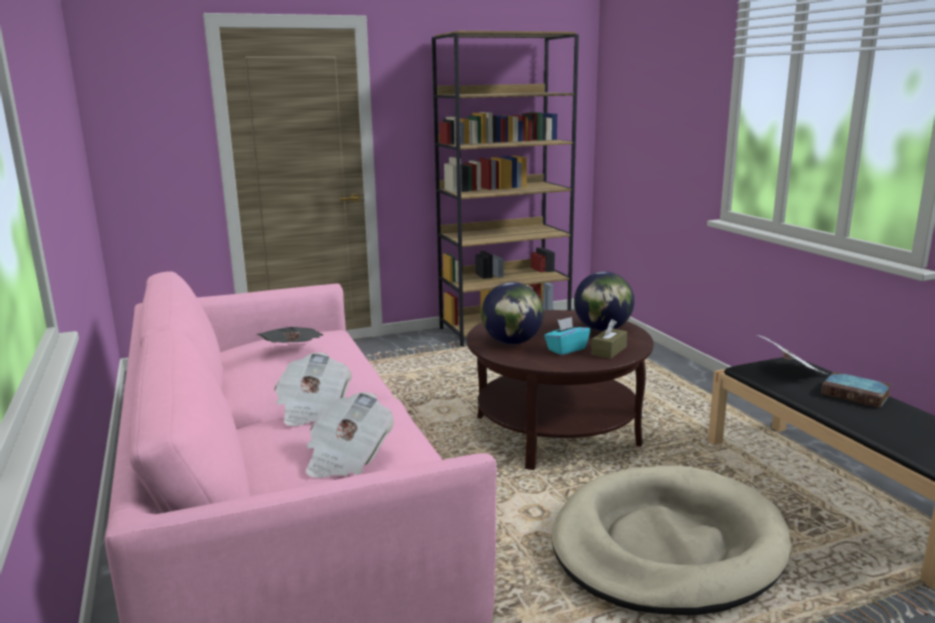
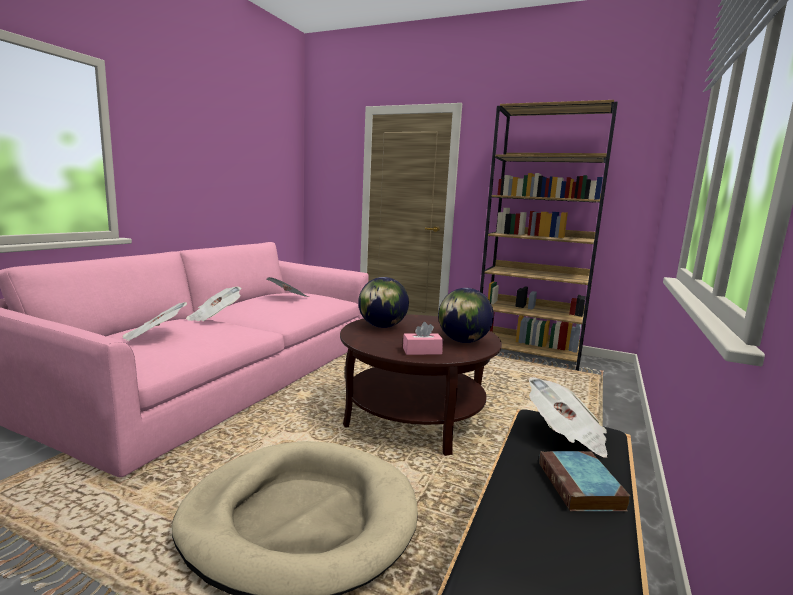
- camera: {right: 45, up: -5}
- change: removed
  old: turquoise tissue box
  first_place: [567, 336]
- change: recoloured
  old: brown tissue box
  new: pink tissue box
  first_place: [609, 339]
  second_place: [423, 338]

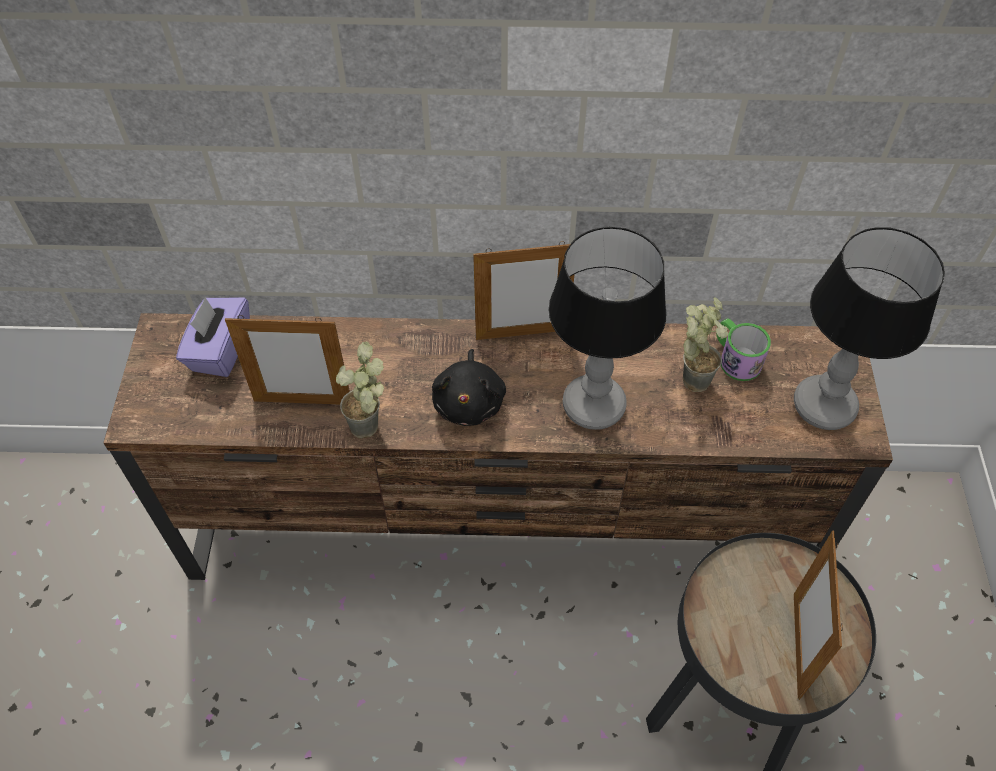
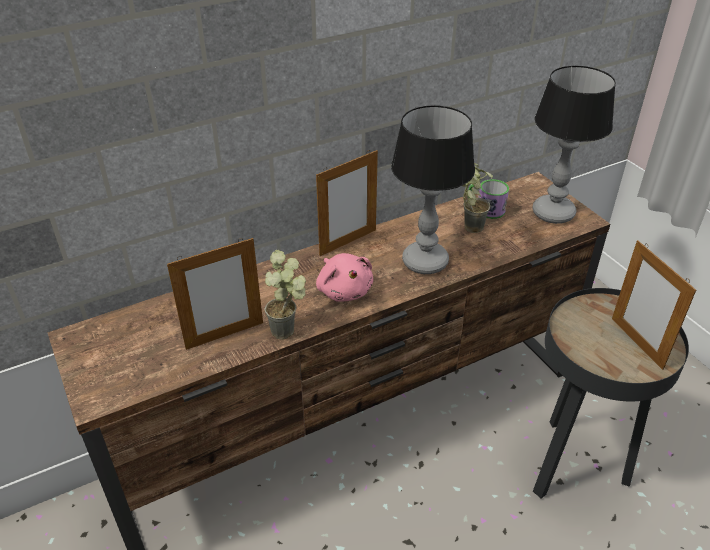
- camera: {right: -30, up: -15}
- change: removed
  old: purple tissue box
  first_place: [213, 337]
- change: recoloured
  old: black plush toy
  new: pink plush toy
  first_place: [469, 387]
  second_place: [344, 277]

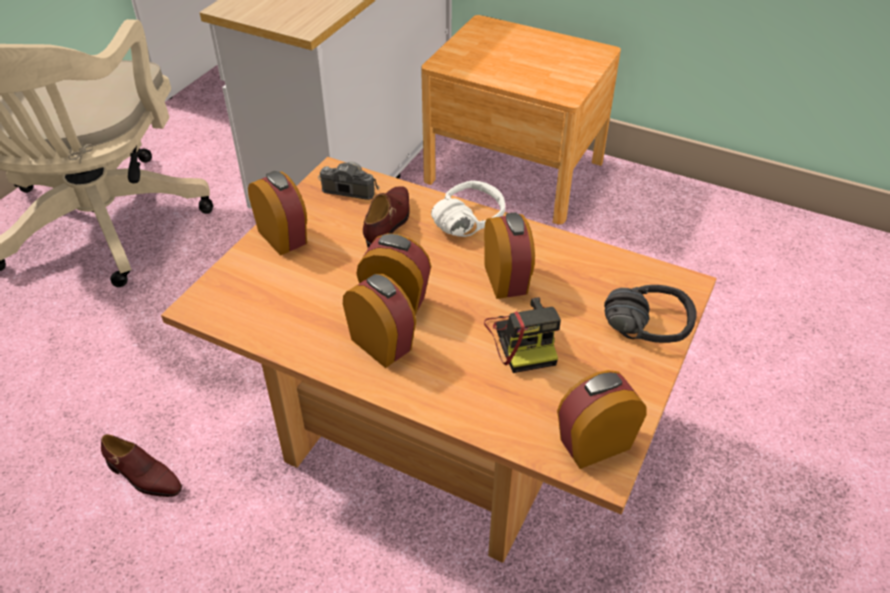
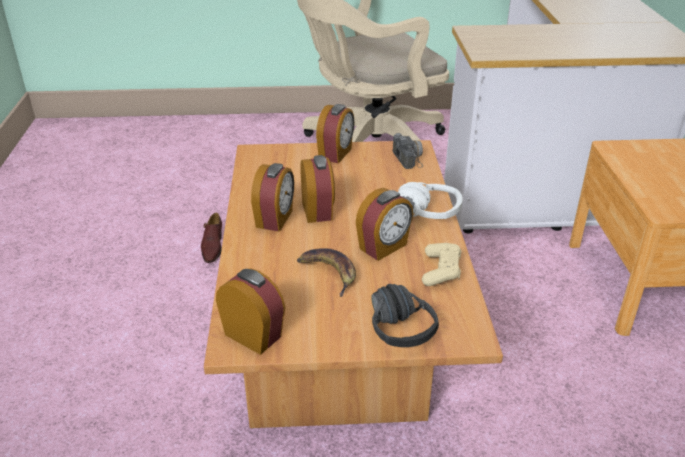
- camera: {right: 60, up: -10}
- change: removed
  old: brown shoe
  first_place: [386, 217]
- change: added
  new: beige game controller
  second_place: [442, 264]
- change: replaced
  old: photo camera
  new: banana
  first_place: [522, 335]
  second_place: [326, 272]

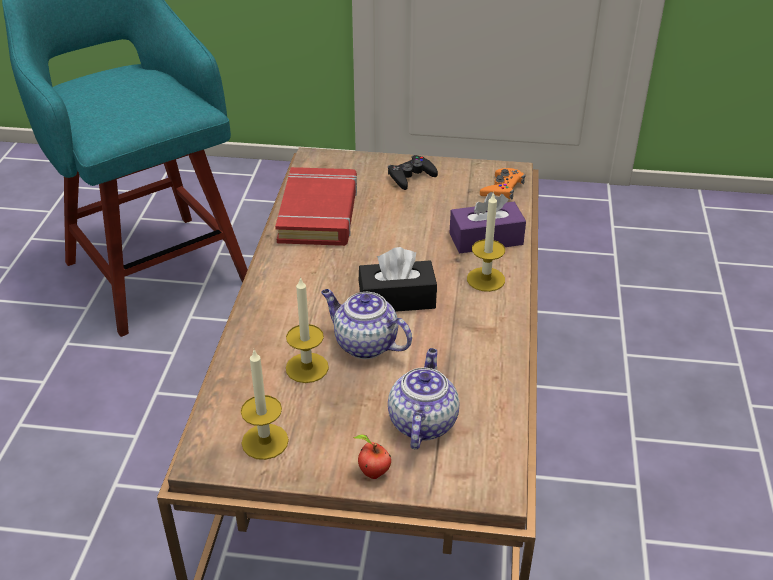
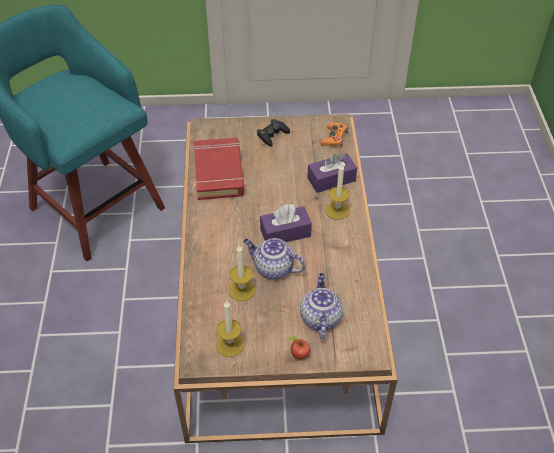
- camera: {right: -10, up: 10}
- change: recoloured
  old: black tissue box
  new: purple tissue box
  first_place: [398, 279]
  second_place: [286, 223]

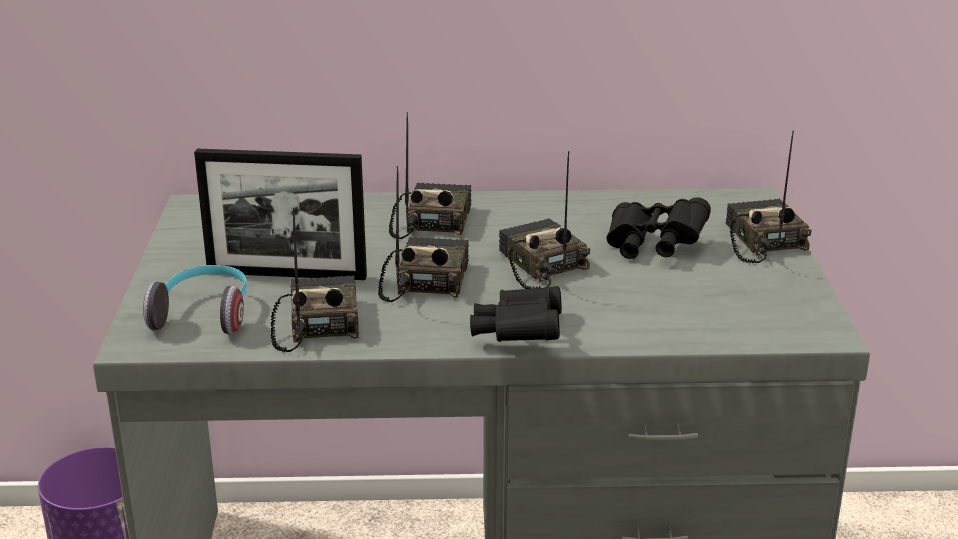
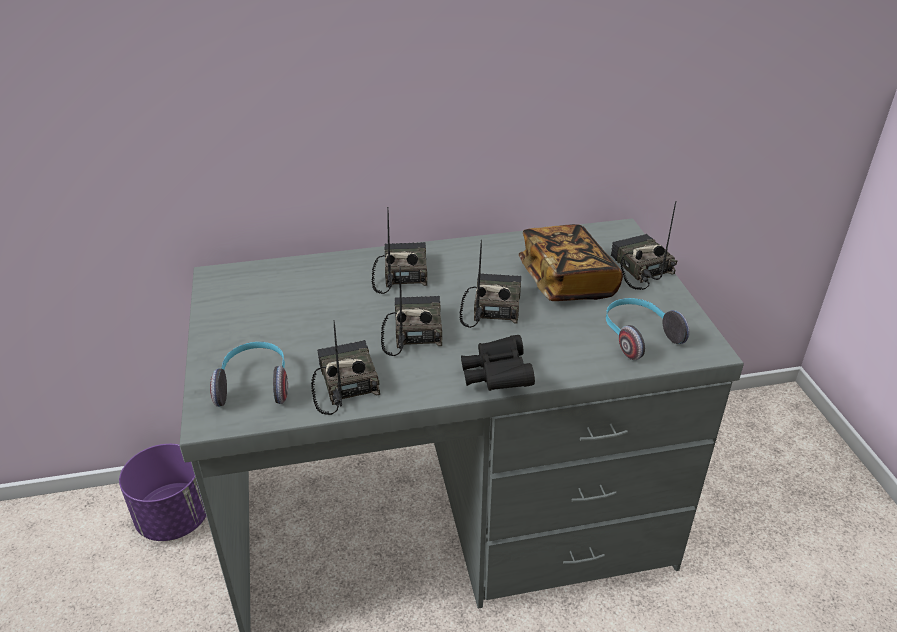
- camera: {right: -10, up: 10}
- change: removed
  old: picture frame
  first_place: [280, 214]
- change: added
  new: headphones
  second_place: [648, 329]
- change: replaced
  old: black binoculars
  new: book
  first_place: [659, 228]
  second_place: [571, 262]
- change: turned
  old: radio
  first_place: [544, 220]
  second_place: [490, 284]
  degrees: 45

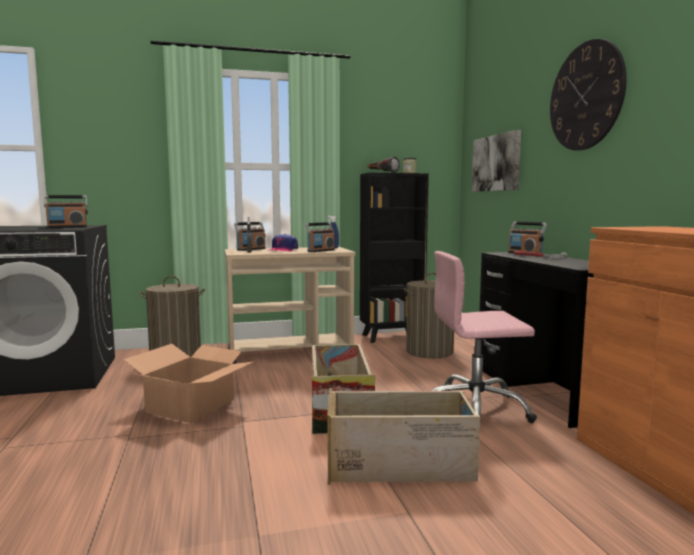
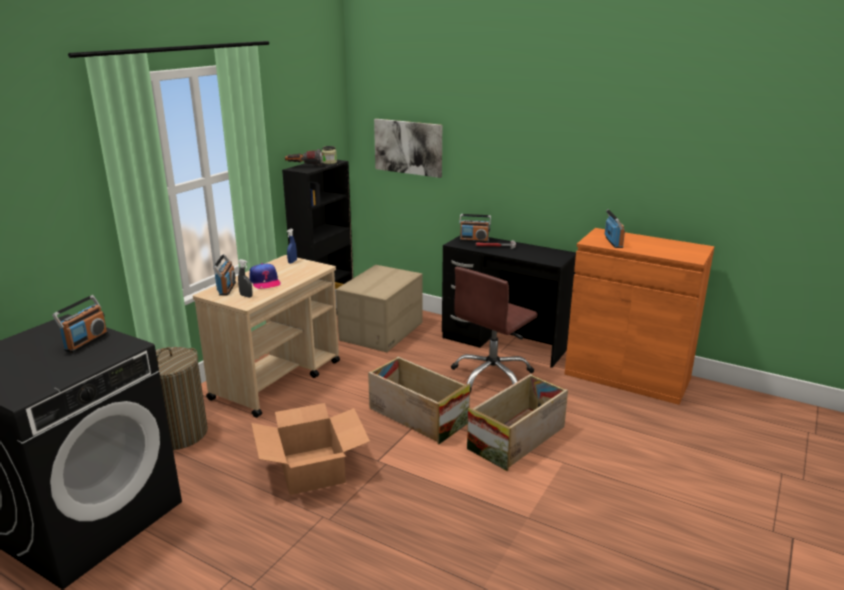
- camera: {right: -45, up: 15}
- change: removed
  old: wall clock
  first_place: [588, 94]
- change: moved
  old: radio
  first_place: [320, 237]
  second_place: [615, 228]
- change: replaced
  old: laundry basket
  new: cardboard box
  first_place: [428, 315]
  second_place: [379, 308]
- change: recoloured
  old: pink office chair
  new: brown office chair
  first_place: [484, 337]
  second_place: [494, 329]

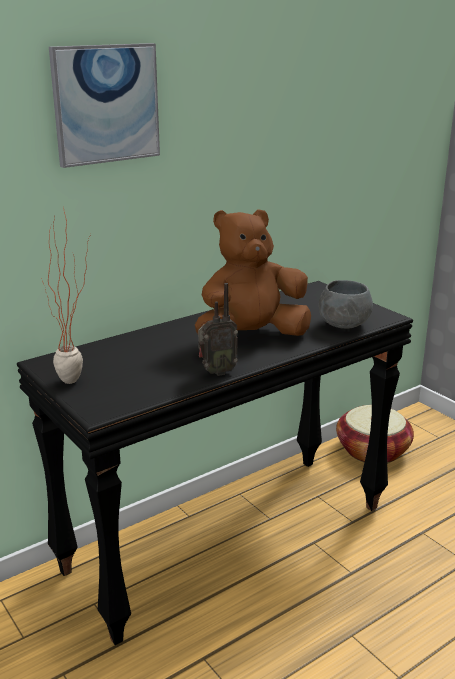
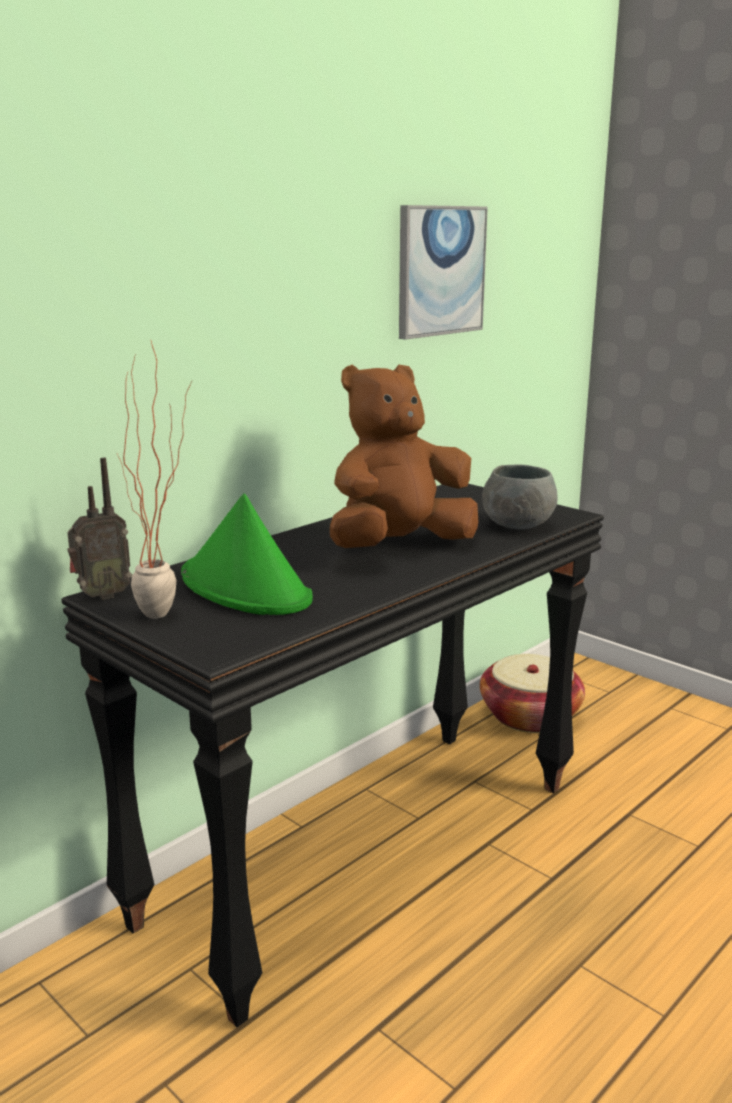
- camera: {right: -10, up: -5}
- change: added
  new: green hat
  second_place: [247, 554]
- change: moved
  old: picture
  first_place: [104, 105]
  second_place: [443, 272]
- change: moved
  old: radio
  first_place: [218, 329]
  second_place: [99, 529]

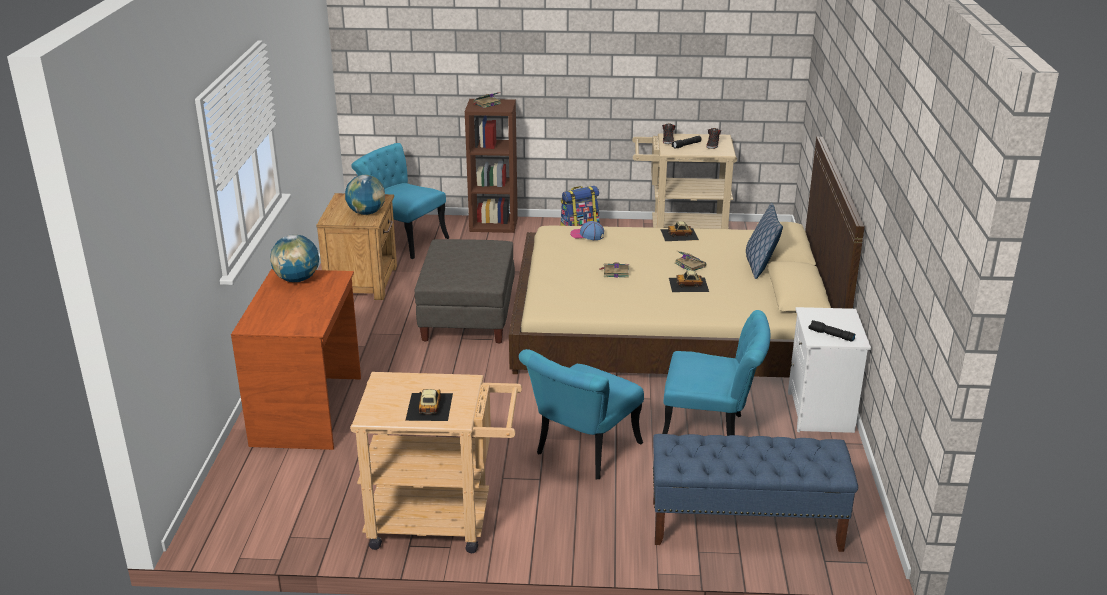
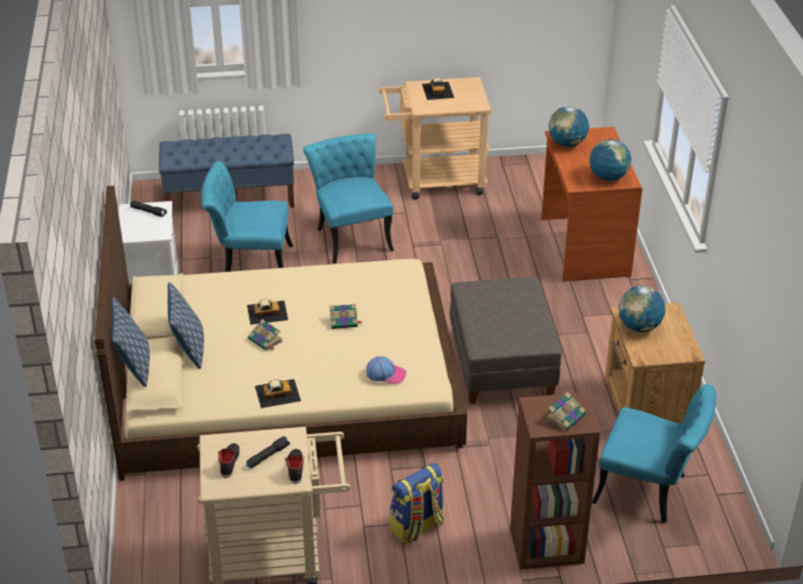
- camera: {right: 170, up: 10}
- change: added
  new: pillow
  second_place: [130, 342]
- change: added
  new: globe
  second_place: [569, 126]
- change: turned
  old: turquoise chair
  first_place: [581, 414]
  second_place: [348, 198]
  degrees: -45

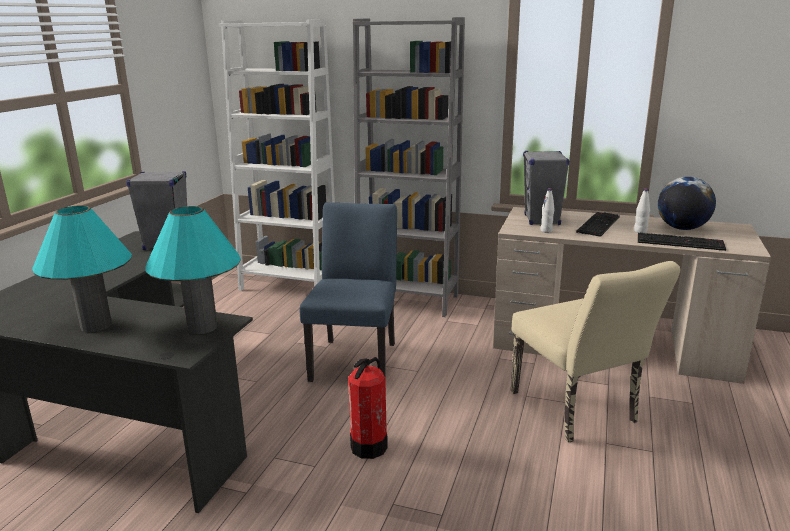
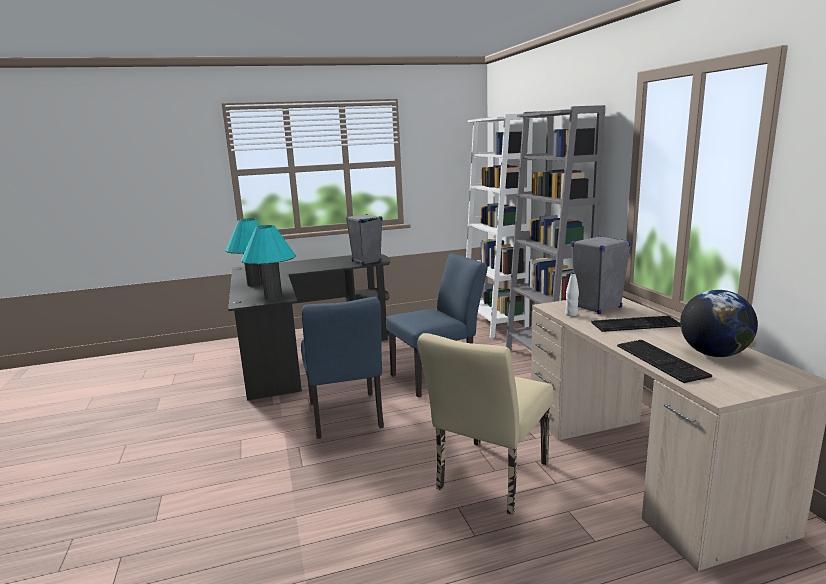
- camera: {right: 55, up: -5}
- change: removed
  old: white bottle
  first_place: [642, 210]
- change: replaced
  old: fire extinguisher
  new: blue chair
  first_place: [368, 408]
  second_place: [342, 368]

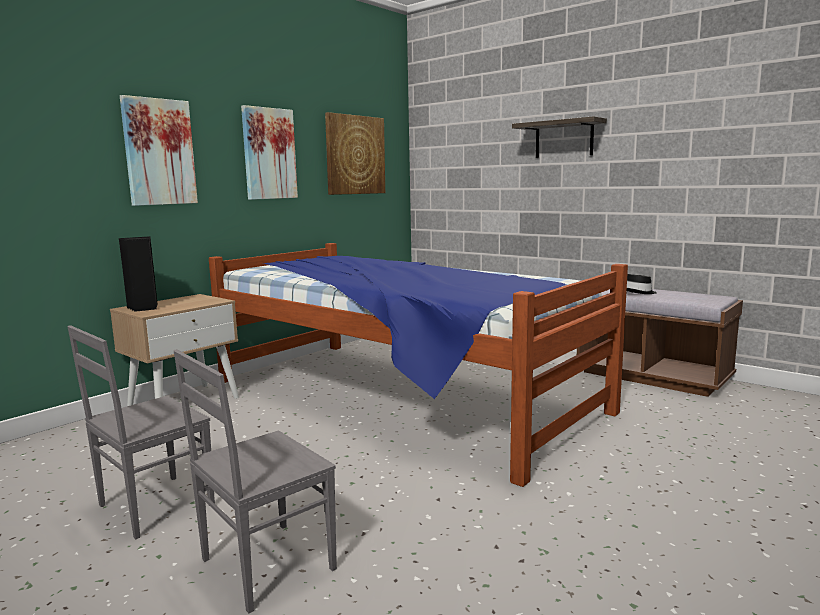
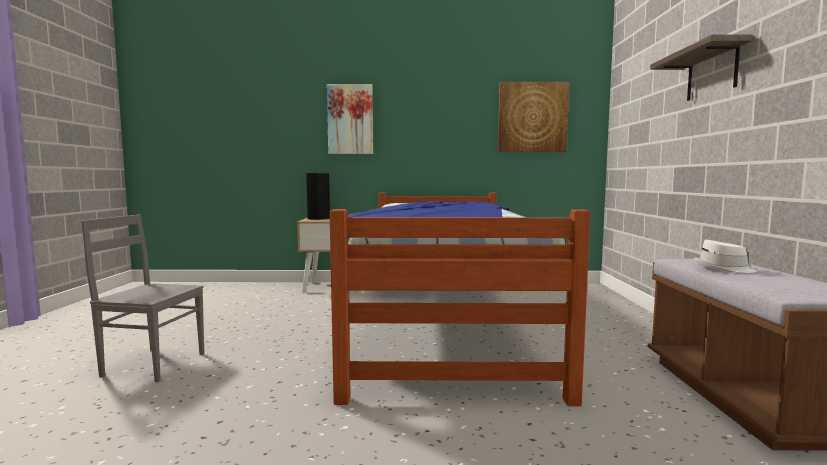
- camera: {right: 50, up: -5}
- change: removed
  old: grey chair
  first_place: [141, 432]
- change: removed
  old: picture
  first_place: [269, 152]
- change: recoloured
  old: black hat
  new: white hat
  first_place: [642, 284]
  second_place: [725, 256]

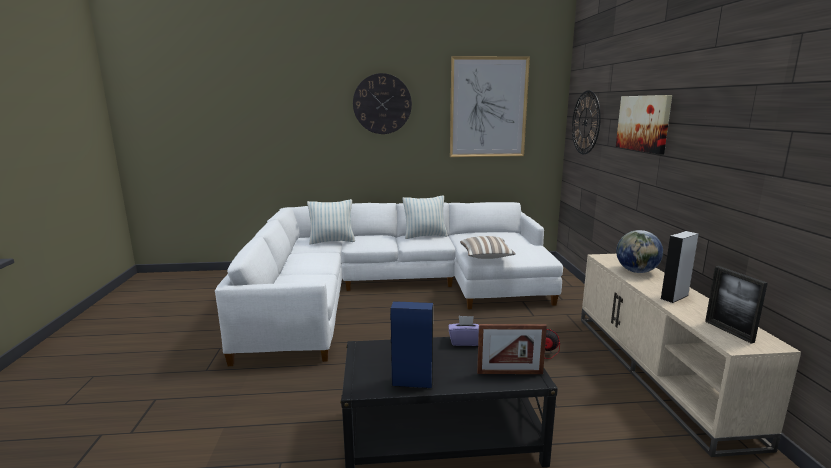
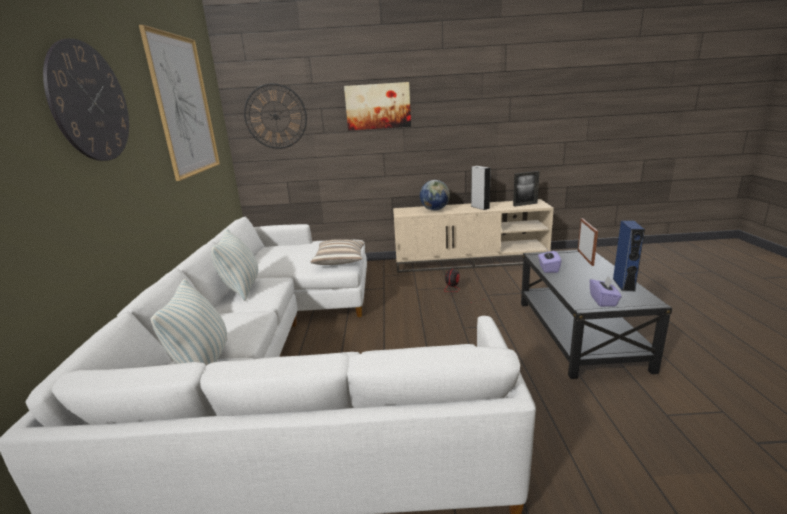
- camera: {right: -85, up: 5}
- change: added
  new: purple tissue box
  second_place: [606, 292]

